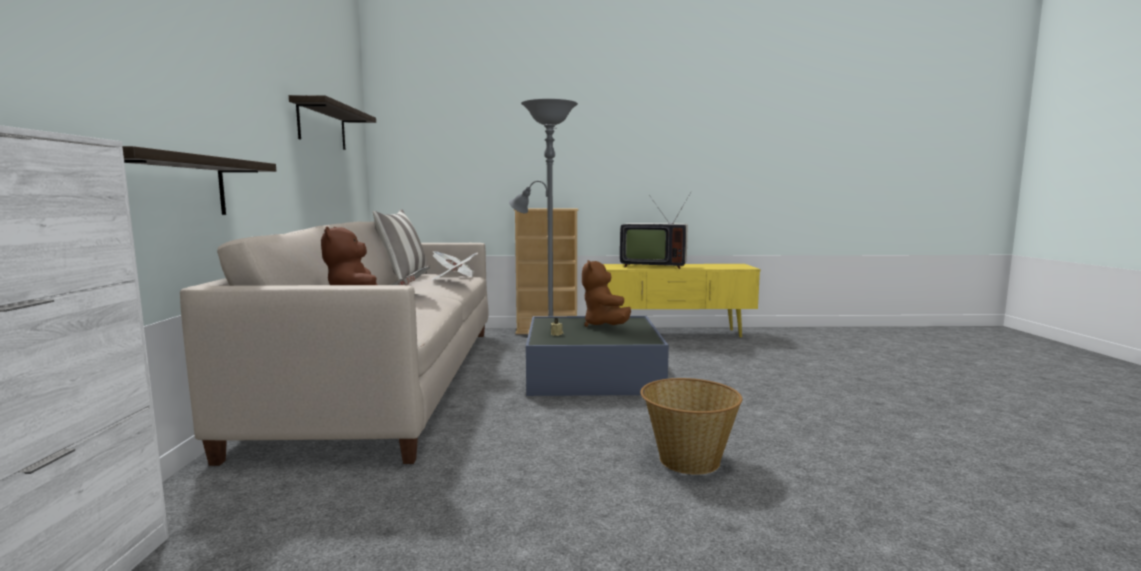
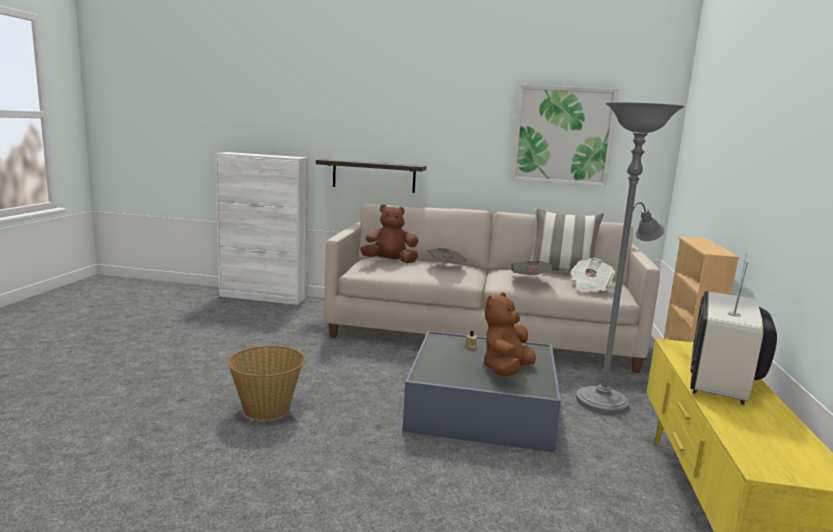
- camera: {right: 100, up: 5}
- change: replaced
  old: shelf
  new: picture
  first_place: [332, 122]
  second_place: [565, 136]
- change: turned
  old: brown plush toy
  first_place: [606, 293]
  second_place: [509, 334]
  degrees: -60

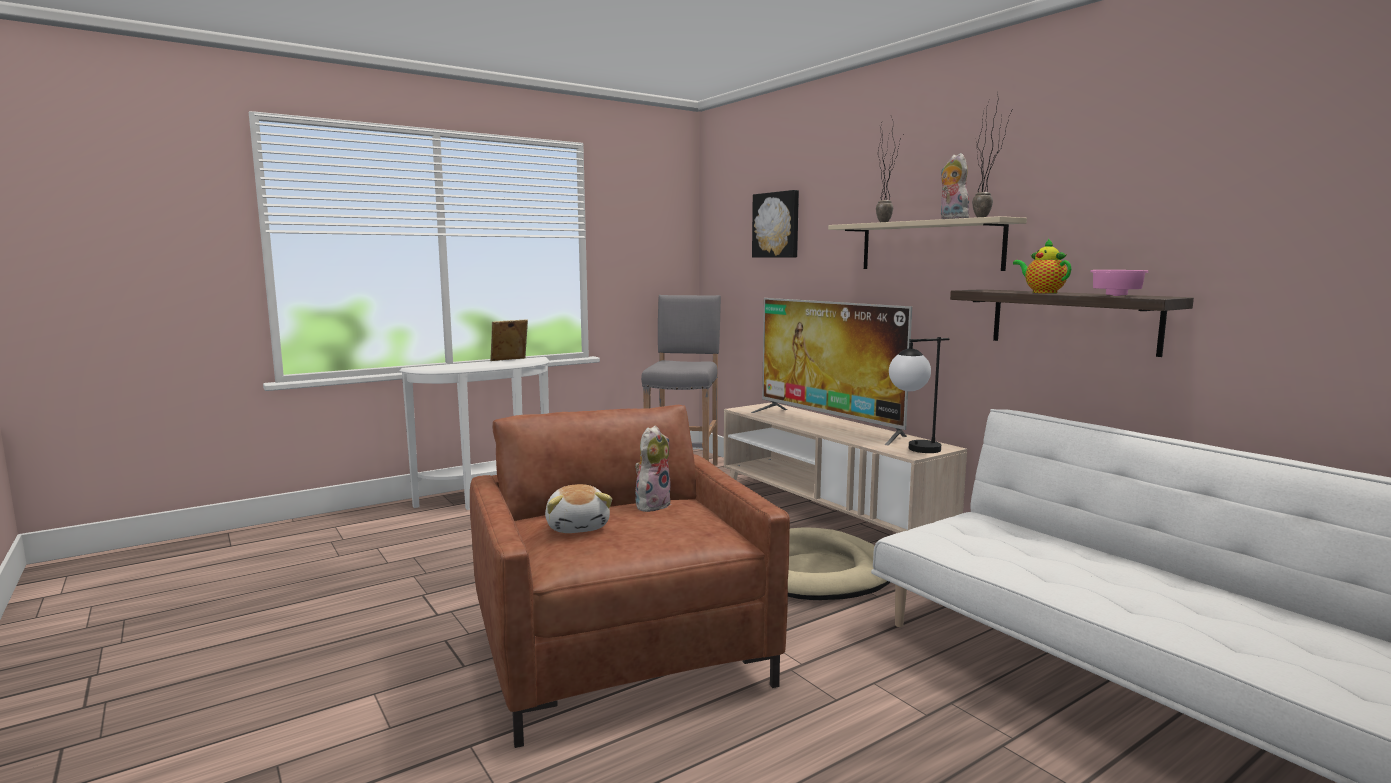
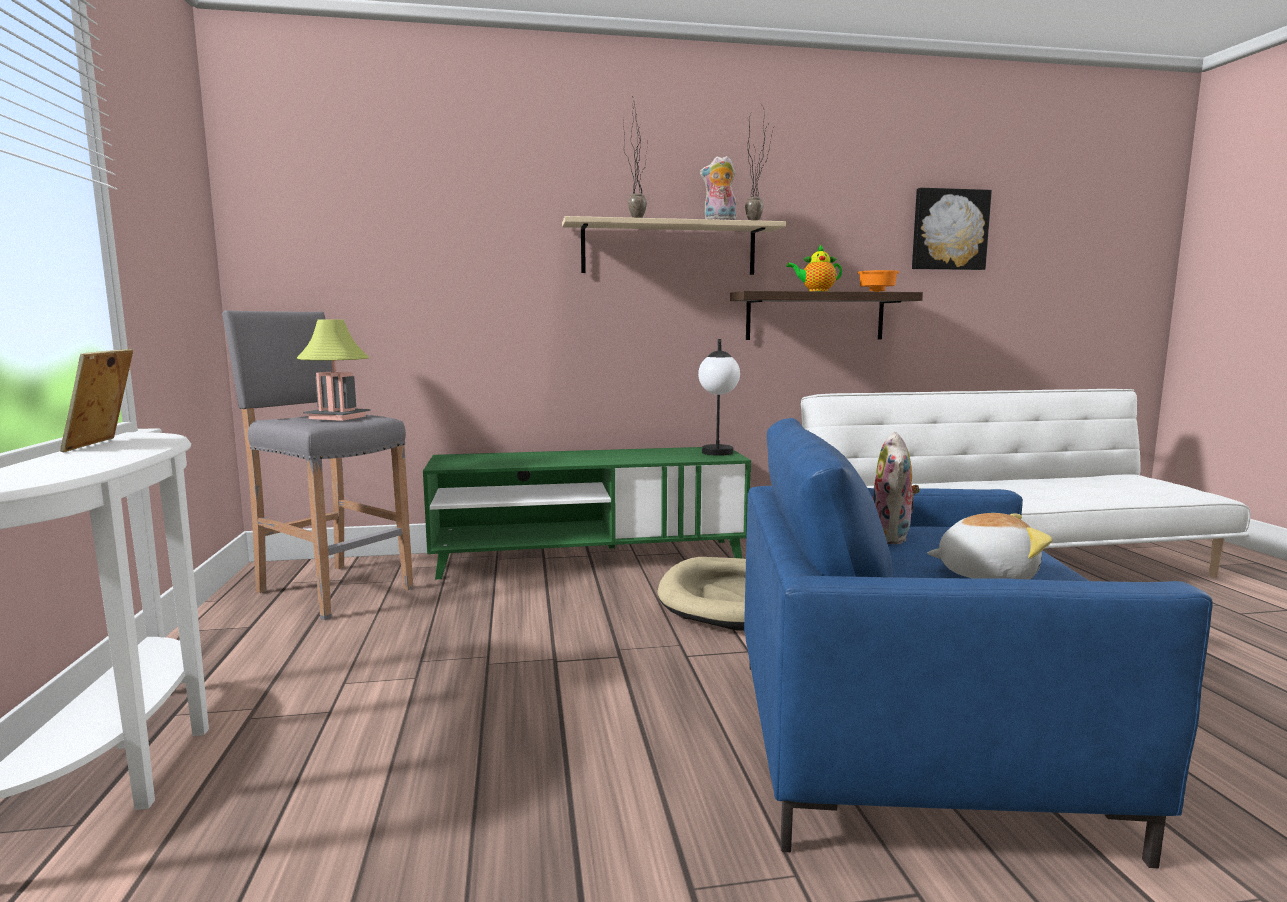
- camera: {right: -65, up: 0}
- change: removed
  old: television
  first_place: [831, 371]
- change: added
  new: table lamp
  second_place: [334, 370]
- change: moved
  old: picture
  first_place: [775, 224]
  second_place: [952, 229]
- change: recoloured
  old: brown armchair
  new: blue armchair
  first_place: [630, 576]
  second_place: [978, 643]
- change: recoloured
  old: beige tv stand
  new: green tv stand
  first_place: [845, 467]
  second_place: [587, 513]
- change: recoloured
  old: pink bowl
  new: orange bowl
  first_place: [1119, 283]
  second_place: [878, 281]
- change: turned
  old: plush toy
  first_place: [653, 469]
  second_place: [897, 488]
  degrees: -135

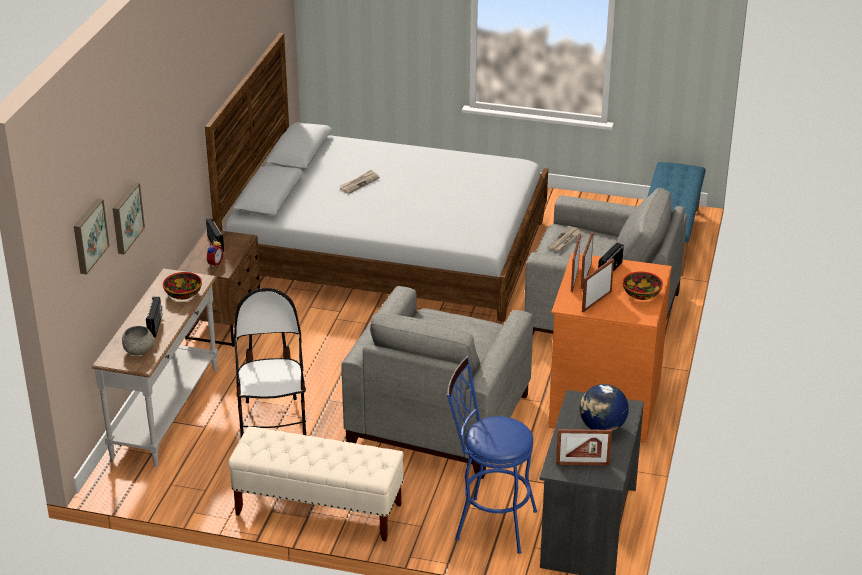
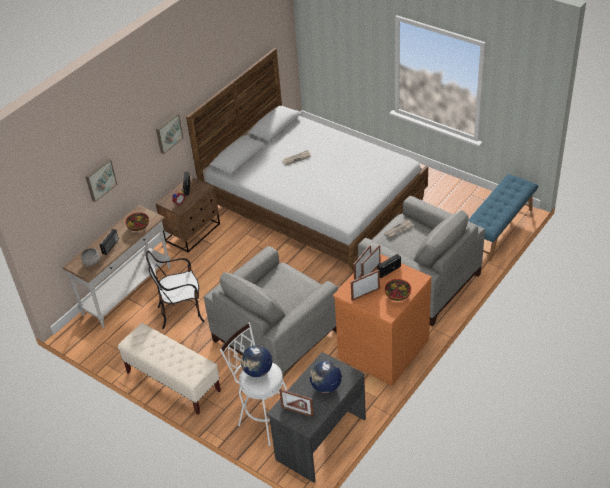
- camera: {right: 25, up: 10}
- change: added
  new: globe
  second_place: [256, 361]
- change: moved
  old: picture
  first_place: [91, 236]
  second_place: [169, 133]
- change: recoloured
  old: blue stool
  new: white stool
  first_place: [492, 455]
  second_place: [253, 384]
- change: turned
  old: chair
  first_place: [270, 362]
  second_place: [175, 290]
  degrees: -120

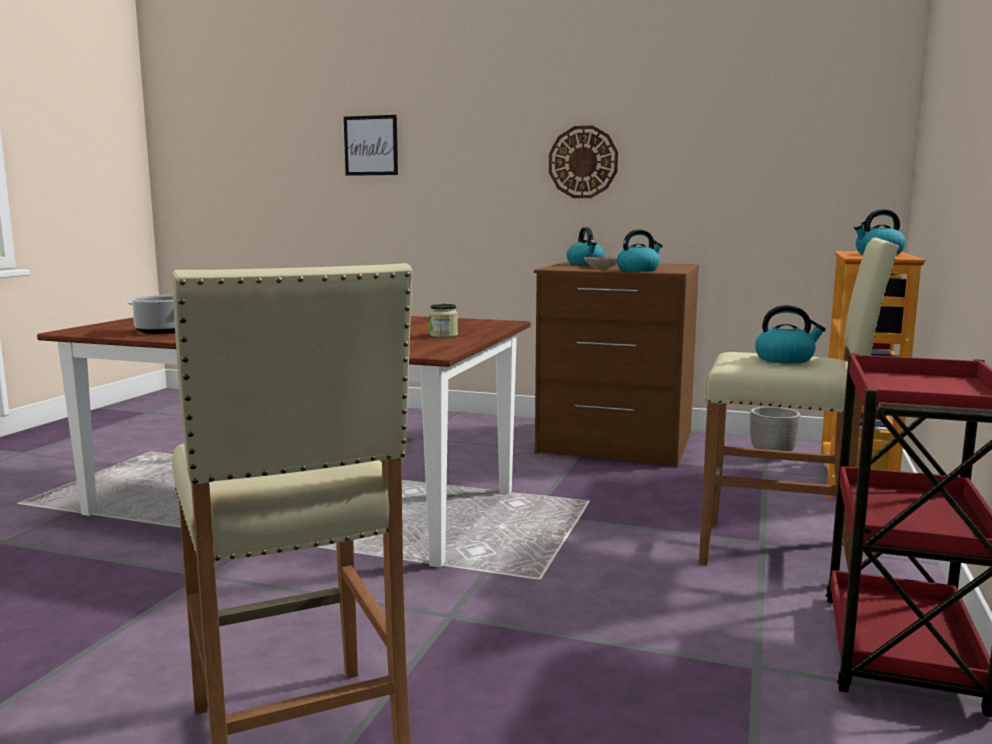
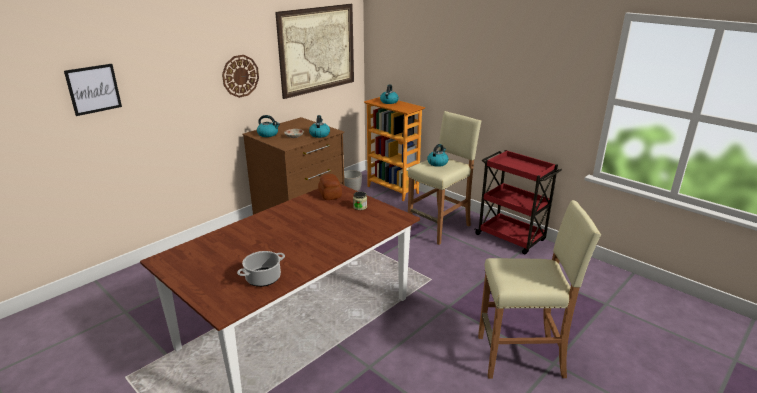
- camera: {right: -65, up: 15}
- change: added
  new: picture
  second_place: [314, 51]
- change: added
  new: bread
  second_place: [330, 187]

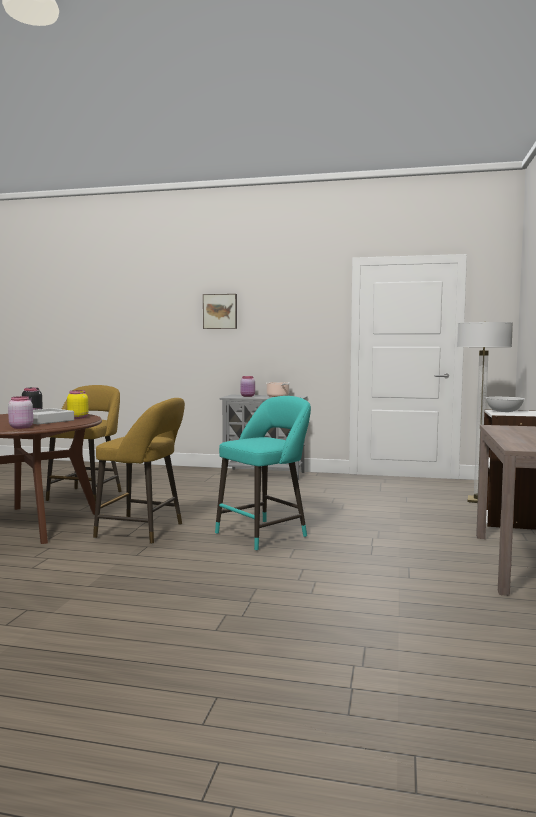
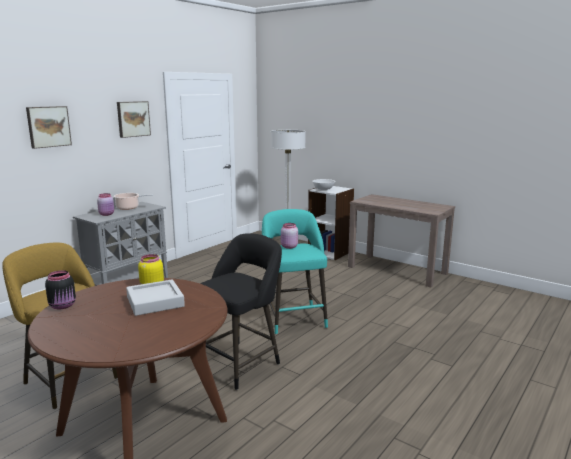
- camera: {right: -65, up: 10}
- change: added
  new: picture
  second_place: [134, 119]
- change: moved
  old: pink jar
  first_place: [20, 412]
  second_place: [289, 236]
- change: recoloured
  old: yellow stool
  new: black stool
  first_place: [139, 471]
  second_place: [241, 311]

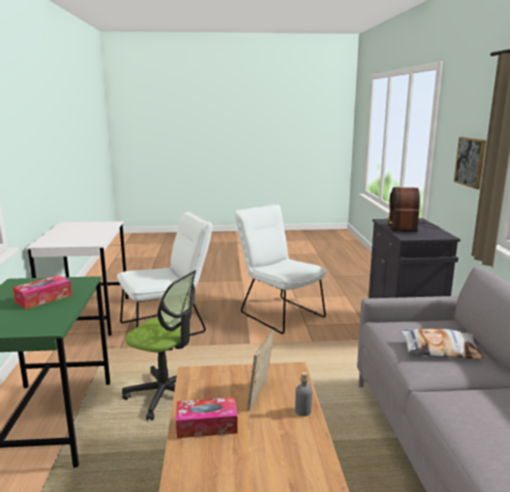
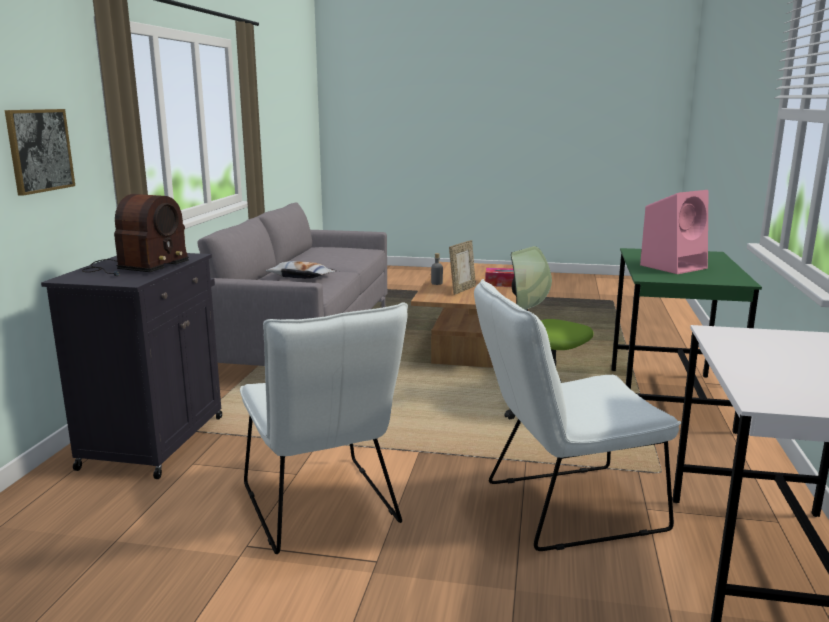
- camera: {right: -165, up: 0}
- change: replaced
  old: tissue box
  new: pink speaker
  first_place: [42, 292]
  second_place: [674, 232]

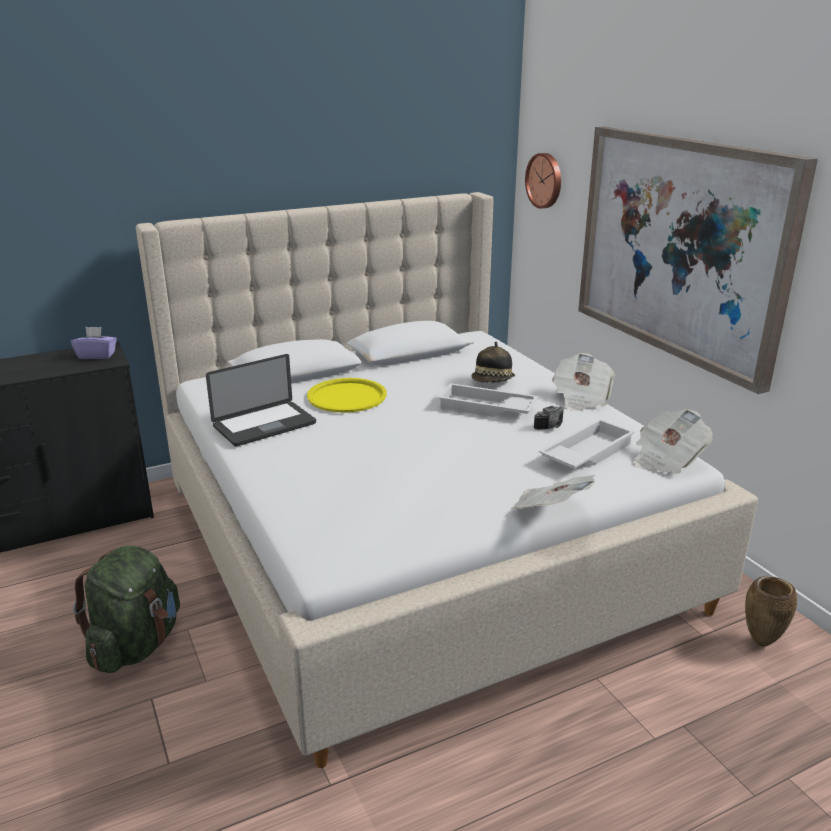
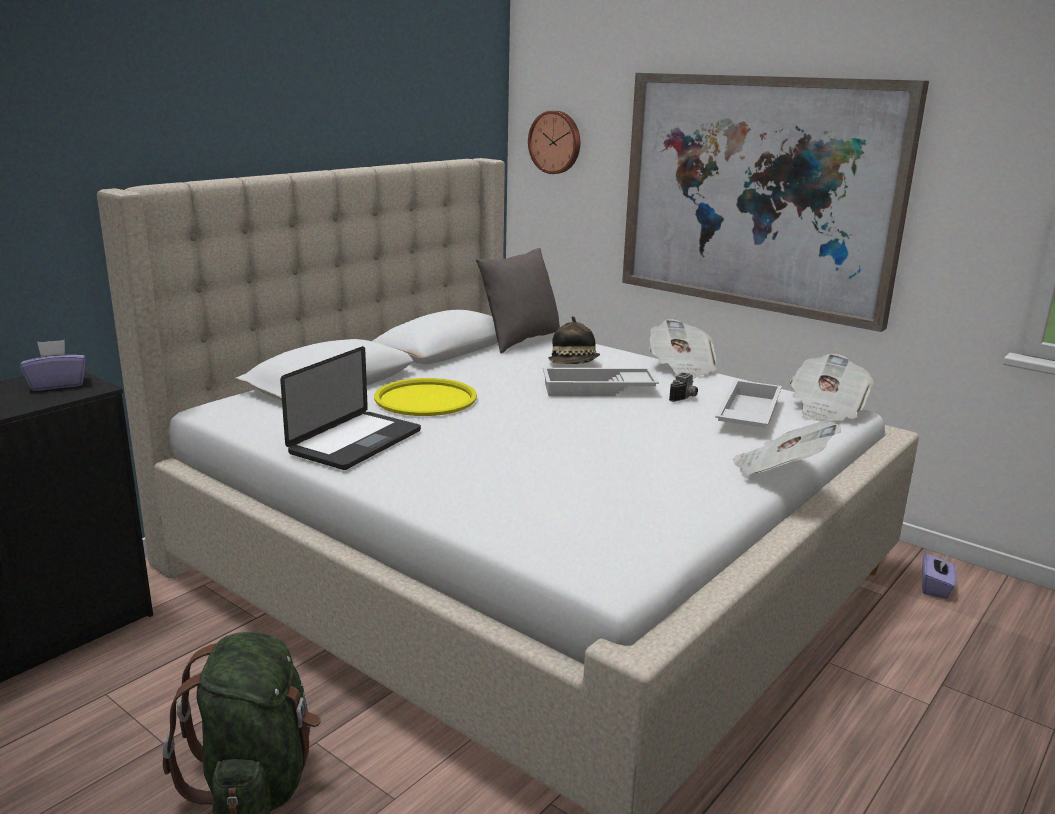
- camera: {right: -25, up: -5}
- change: added
  new: grey pillow
  second_place: [518, 300]
- change: replaced
  old: brown vase
  new: purple tissue box
  first_place: [771, 611]
  second_place: [939, 576]

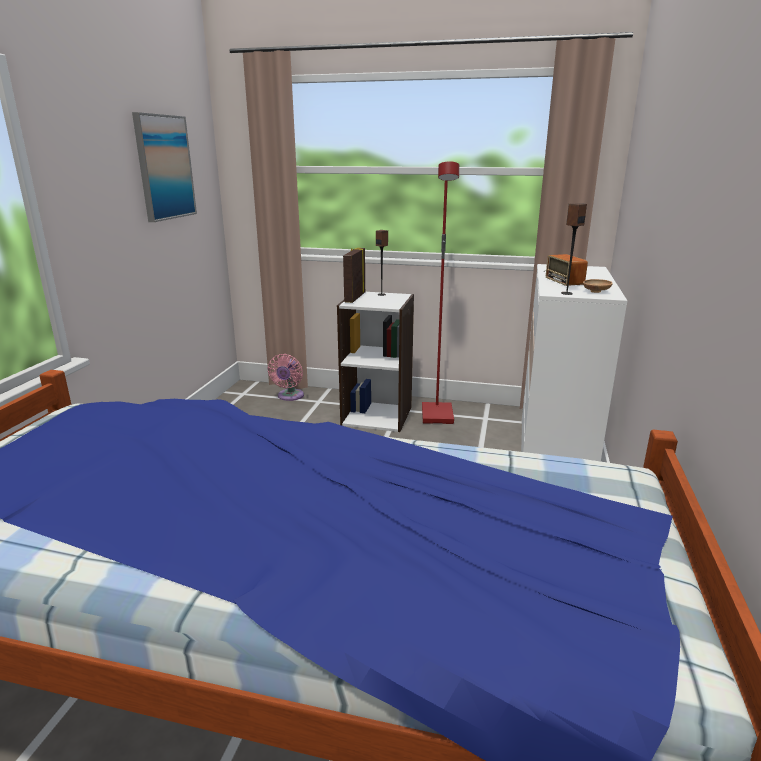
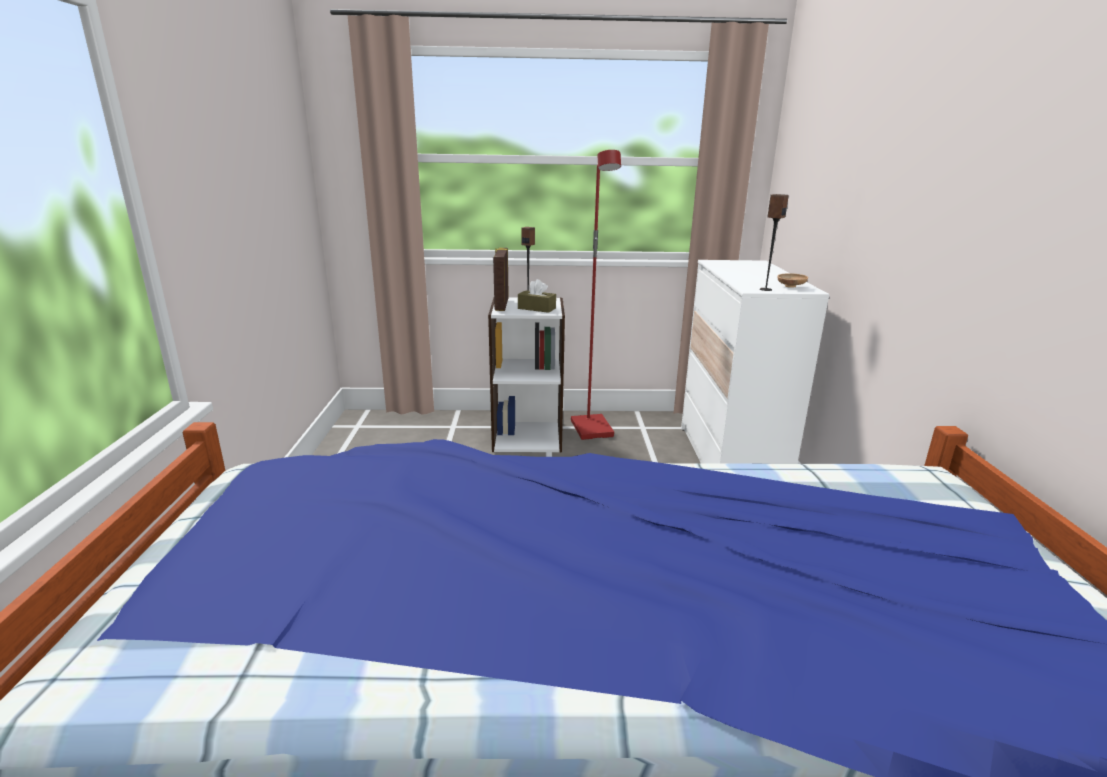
- camera: {right: -15, up: 0}
- change: removed
  old: picture
  first_place: [164, 167]
- change: removed
  old: pink fan
  first_place: [286, 377]
- change: removed
  old: radio
  first_place: [566, 270]
- change: added
  new: brown tissue box
  second_place: [537, 296]

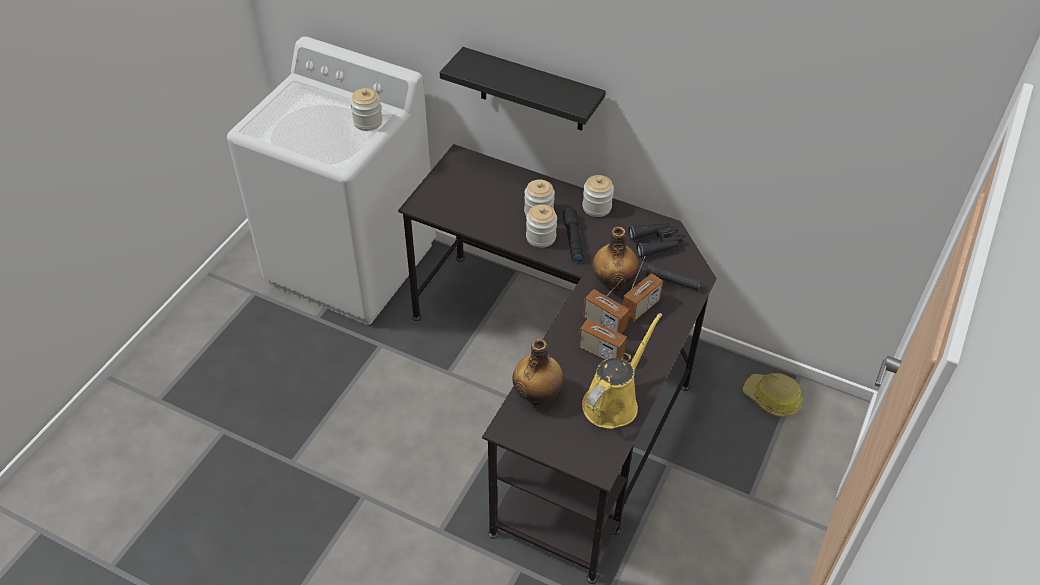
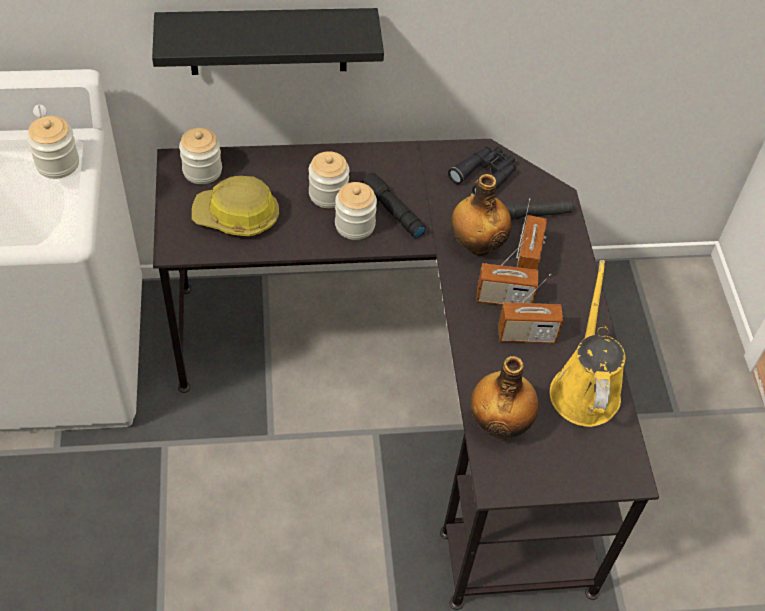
- camera: {right: -35, up: 5}
- change: moved
  old: jar
  first_place: [598, 196]
  second_place: [200, 156]
- change: moved
  old: hard hat
  first_place: [772, 395]
  second_place: [235, 206]

